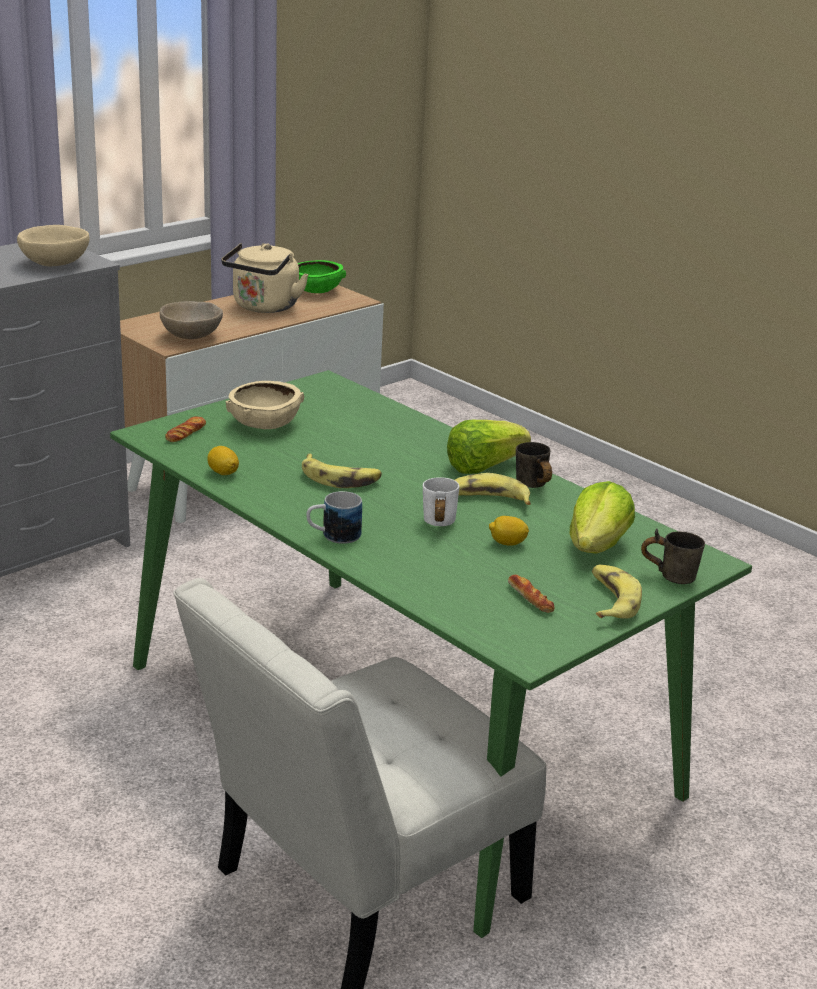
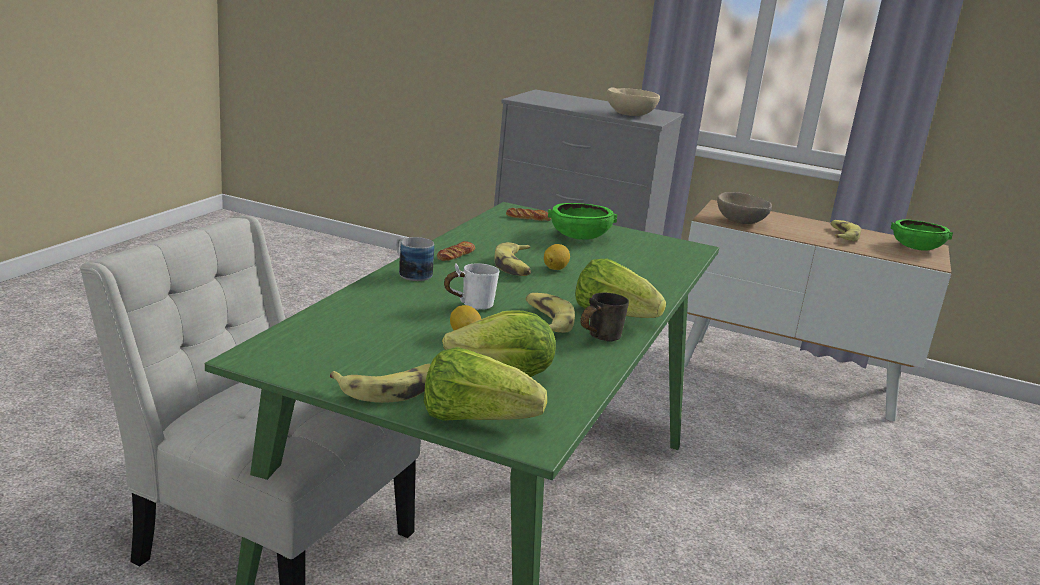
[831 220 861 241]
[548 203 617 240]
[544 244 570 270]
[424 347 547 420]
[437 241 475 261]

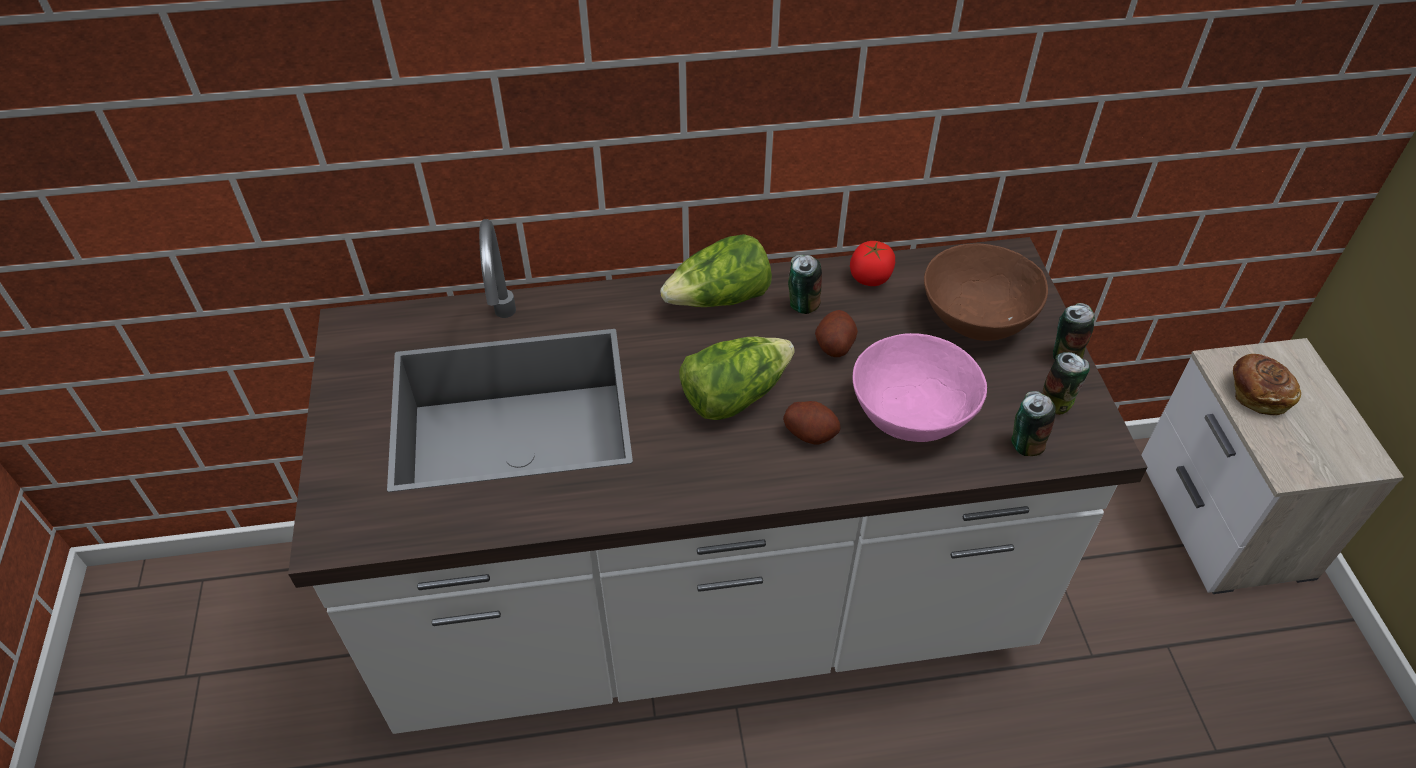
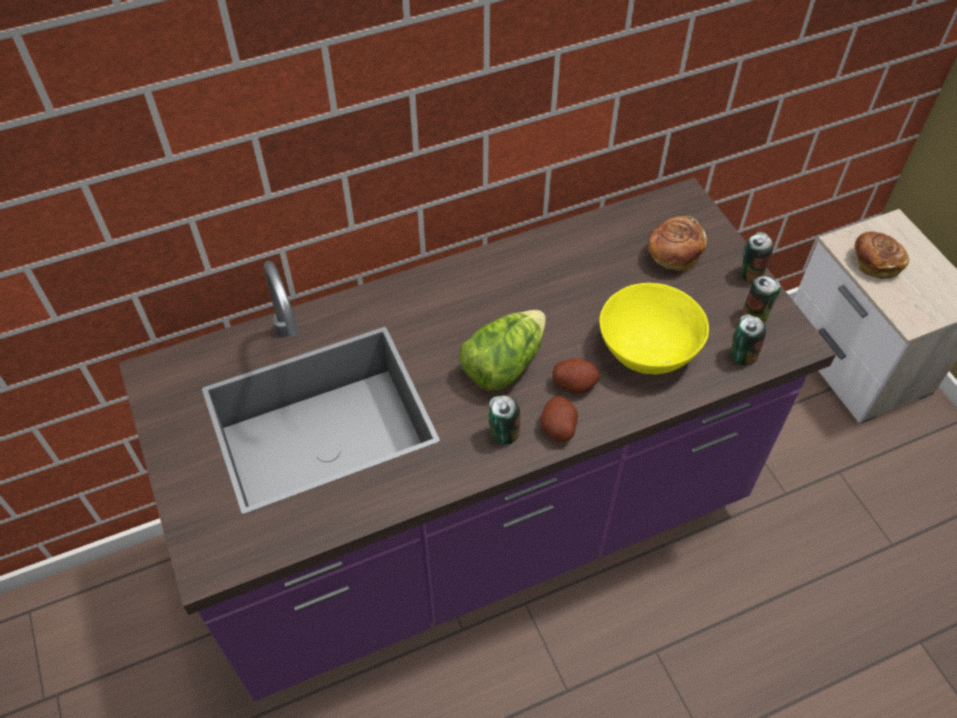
[119 178 836 701]
[660 234 772 307] (first image)
[850 241 895 286] (first image)
[648 216 707 271]
[488 395 520 445]
[540 396 578 442]
[599 283 709 374]

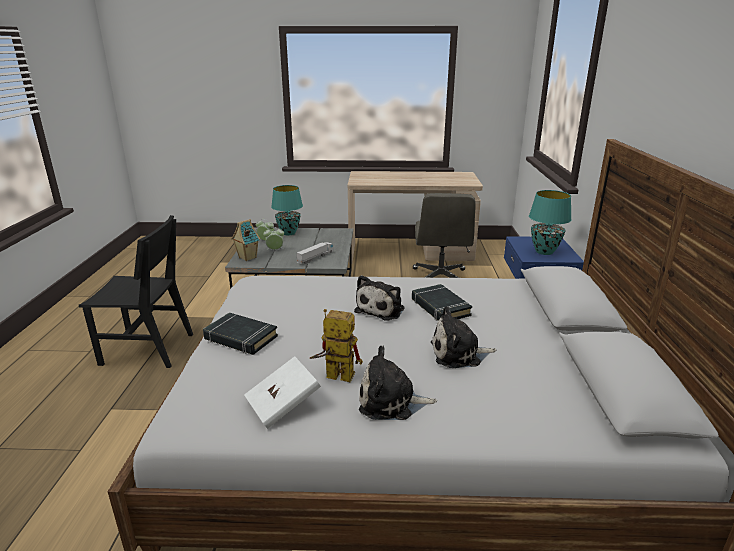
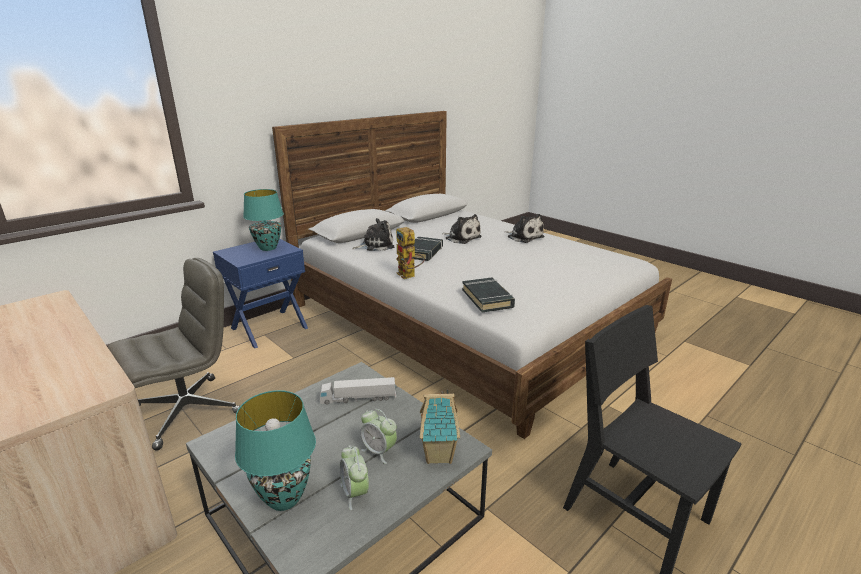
[352 218 394 251]
[396 227 425 279]
[462 278 515 313]
[244 356 321 429] (first image)

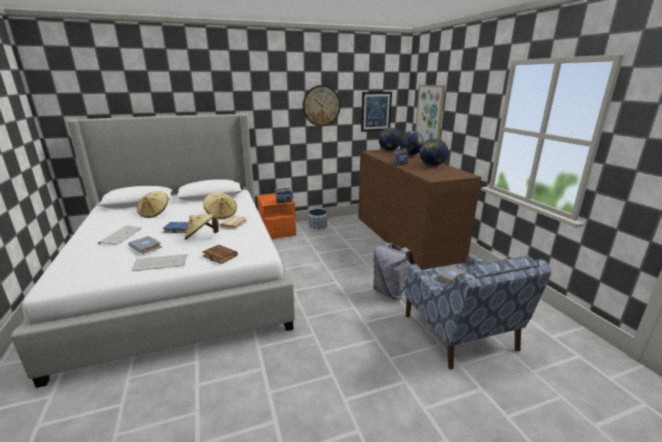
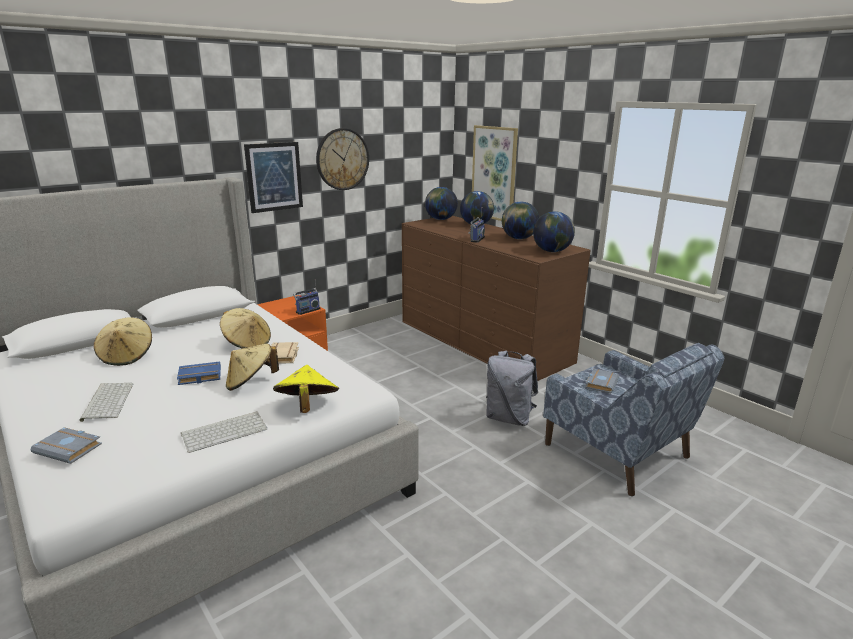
[244 142 303 213]
[308 209 327 231] (first image)
[30 427 102 464]
[273 365 339 413]
[533 211 575 252]

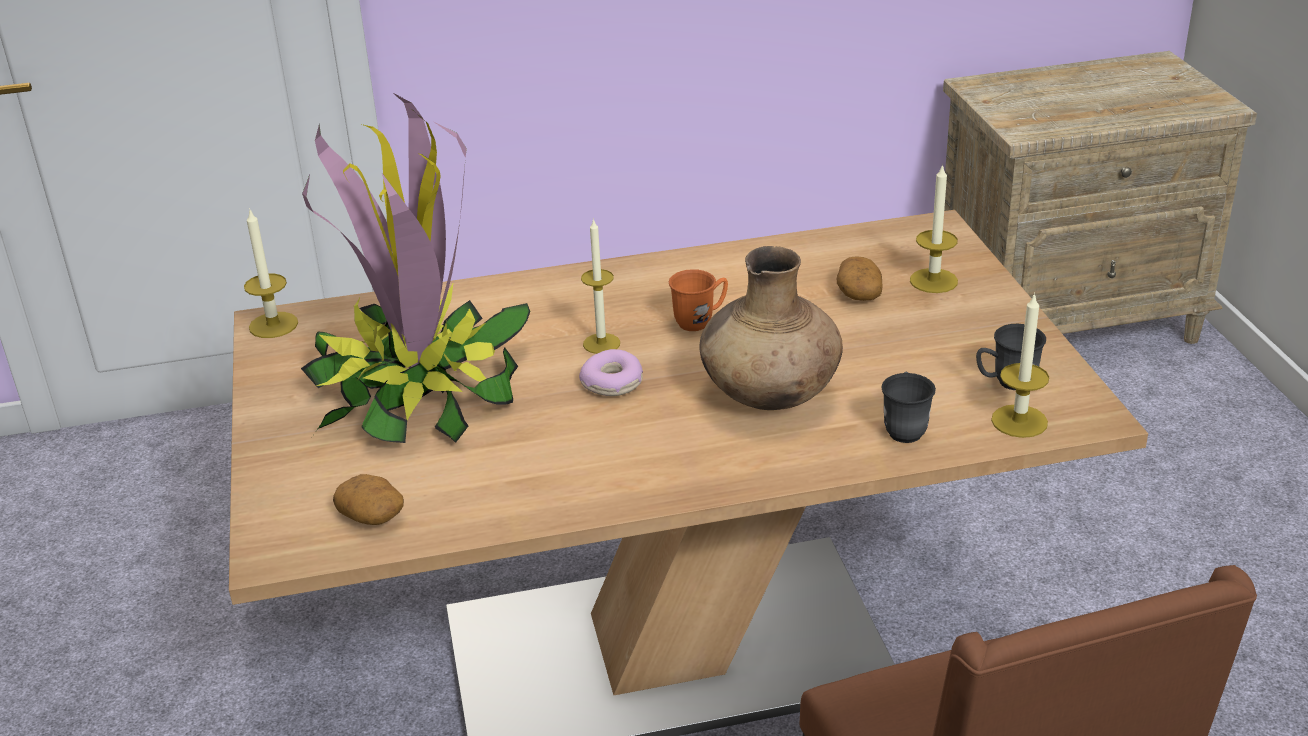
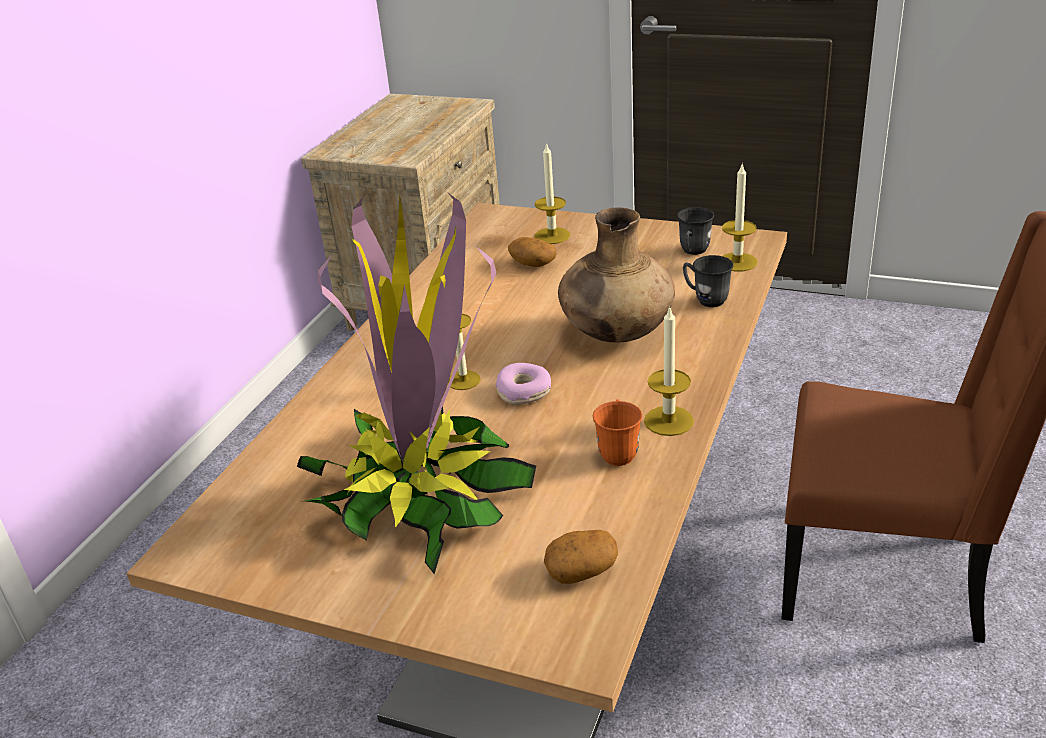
[644 306 694 436]
[593 399 642 466]

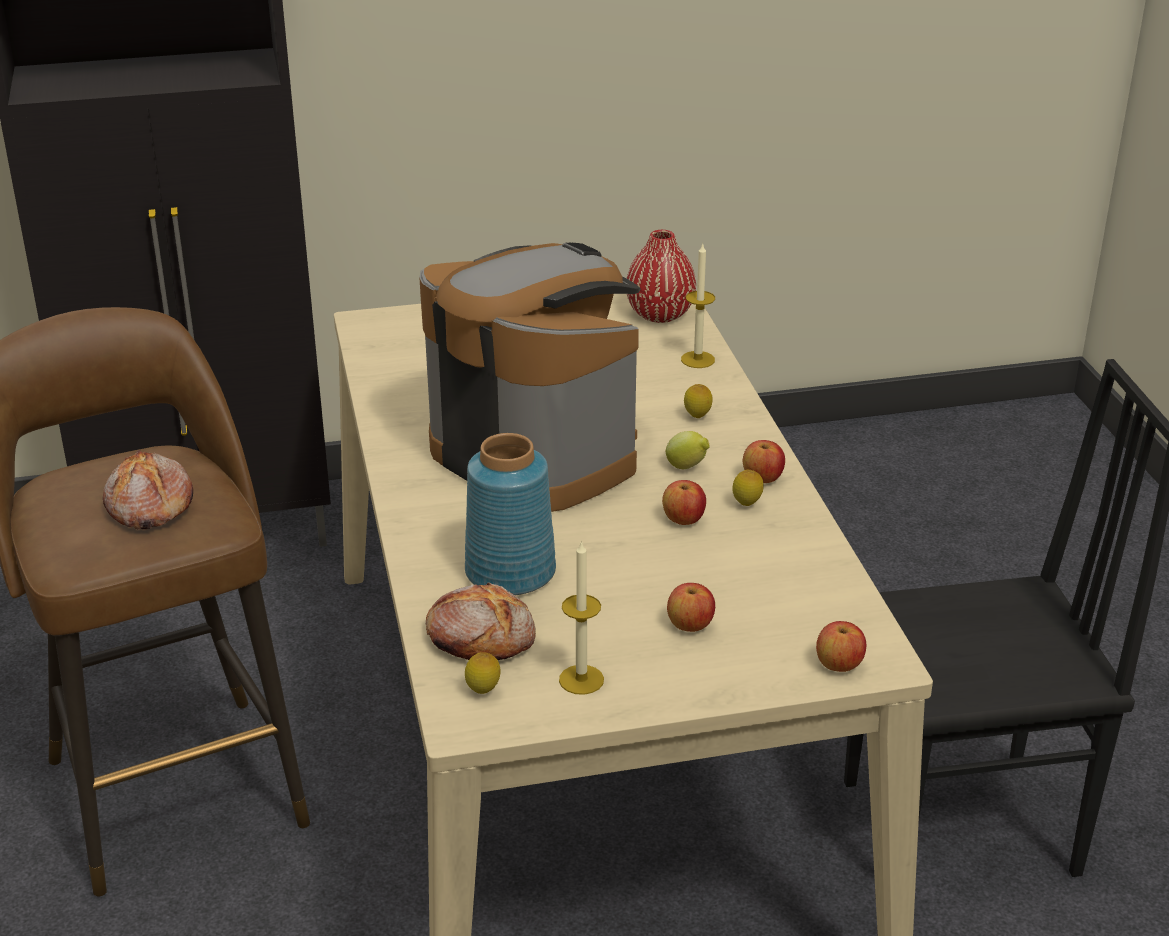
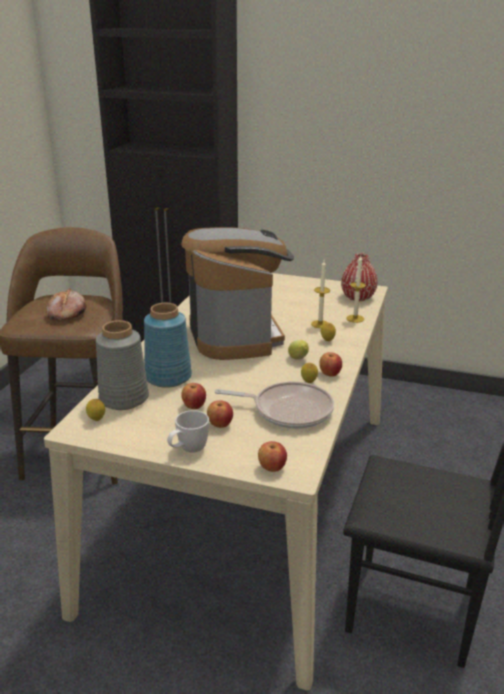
[181 383 206 409]
[311 261 330 328]
[96 320 149 410]
[215 381 334 429]
[167 410 209 453]

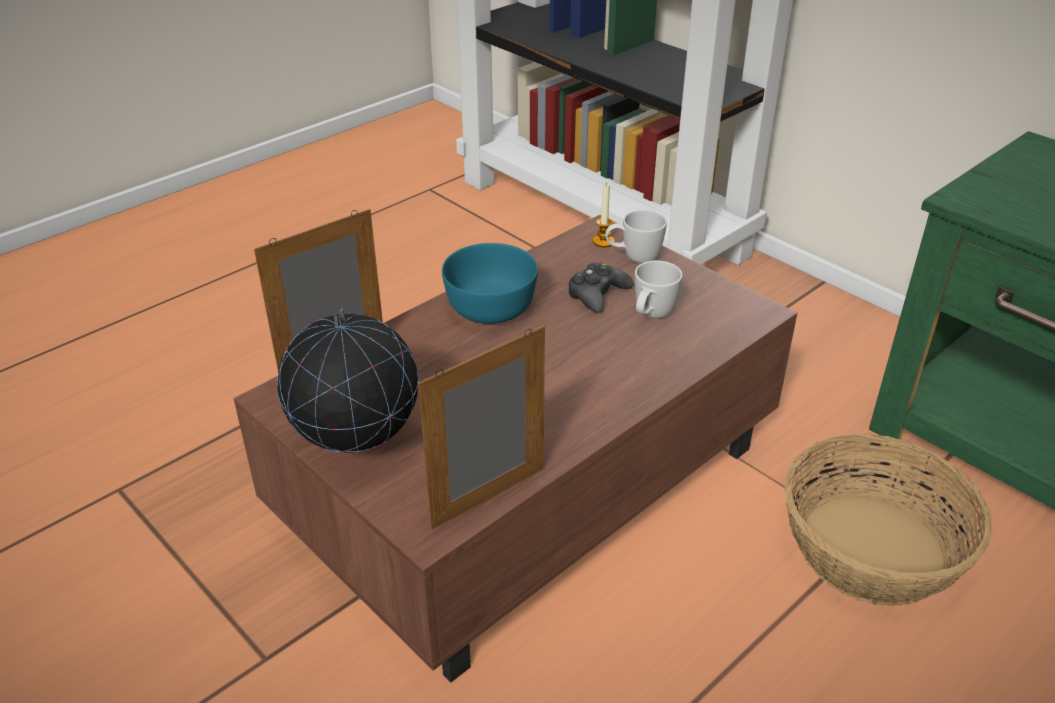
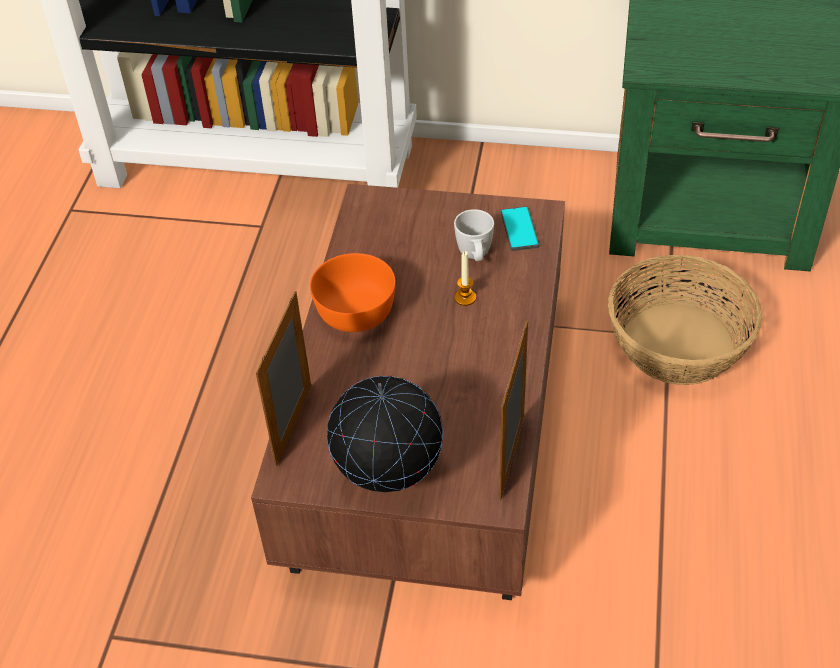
[455 251 476 306]
[605 210 667 263] (first image)
[310 253 396 332]
[568 262 633 313] (first image)
[501 206 539 251]

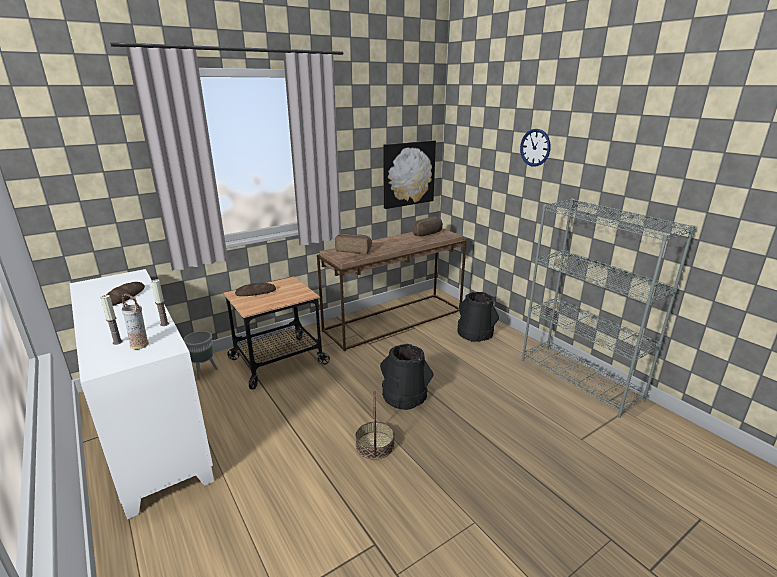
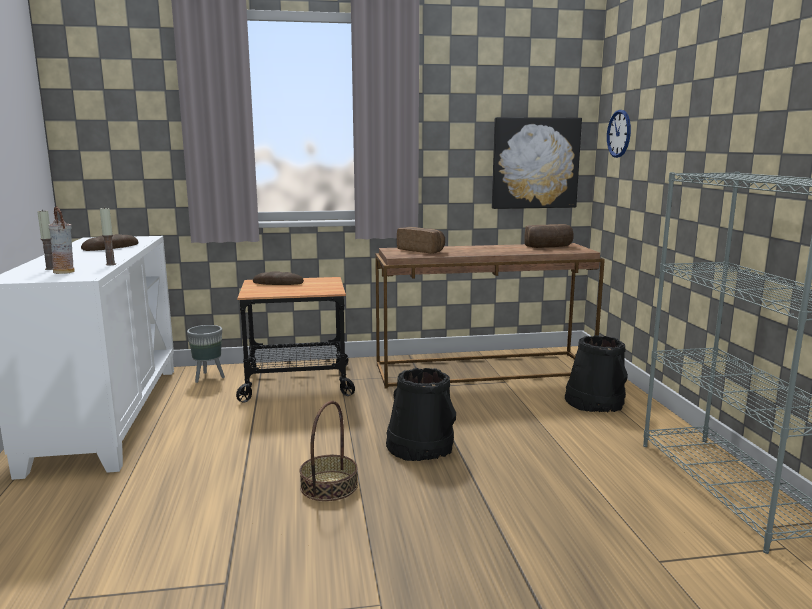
[607 110 631 158]

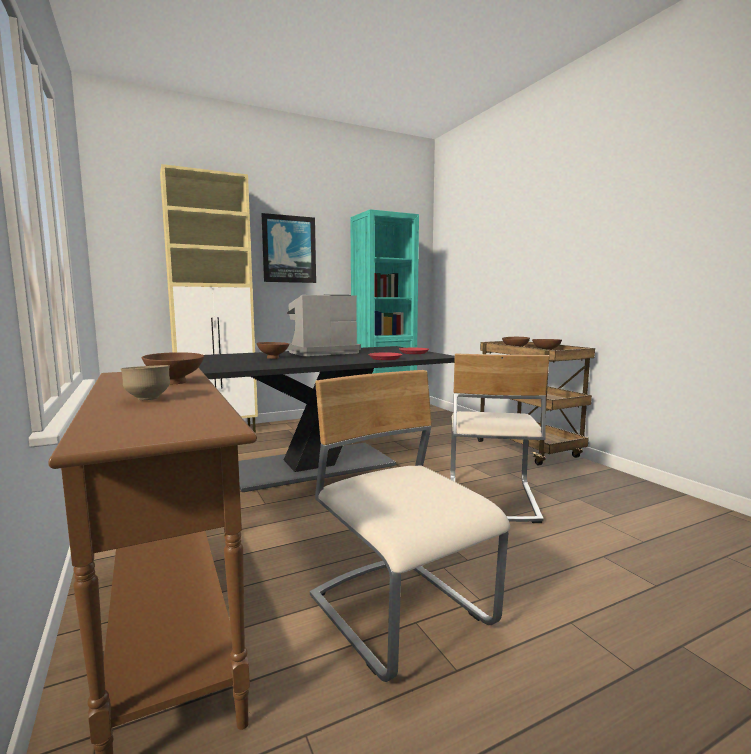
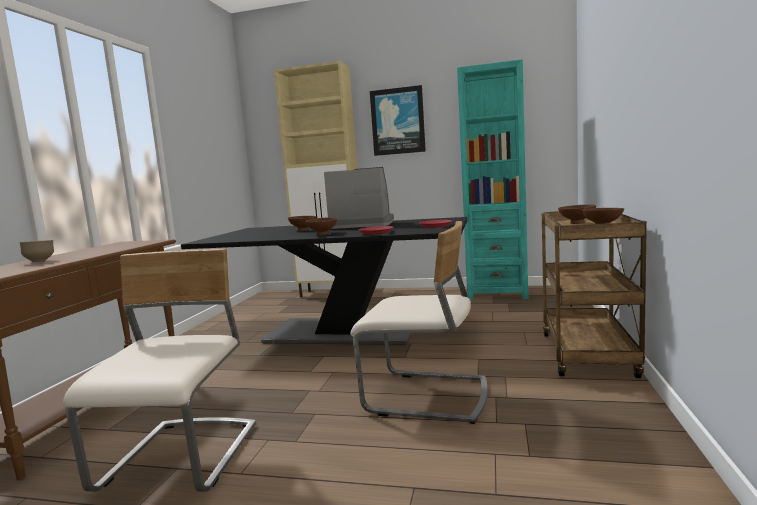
[305 217 337 235]
[350 221 488 424]

